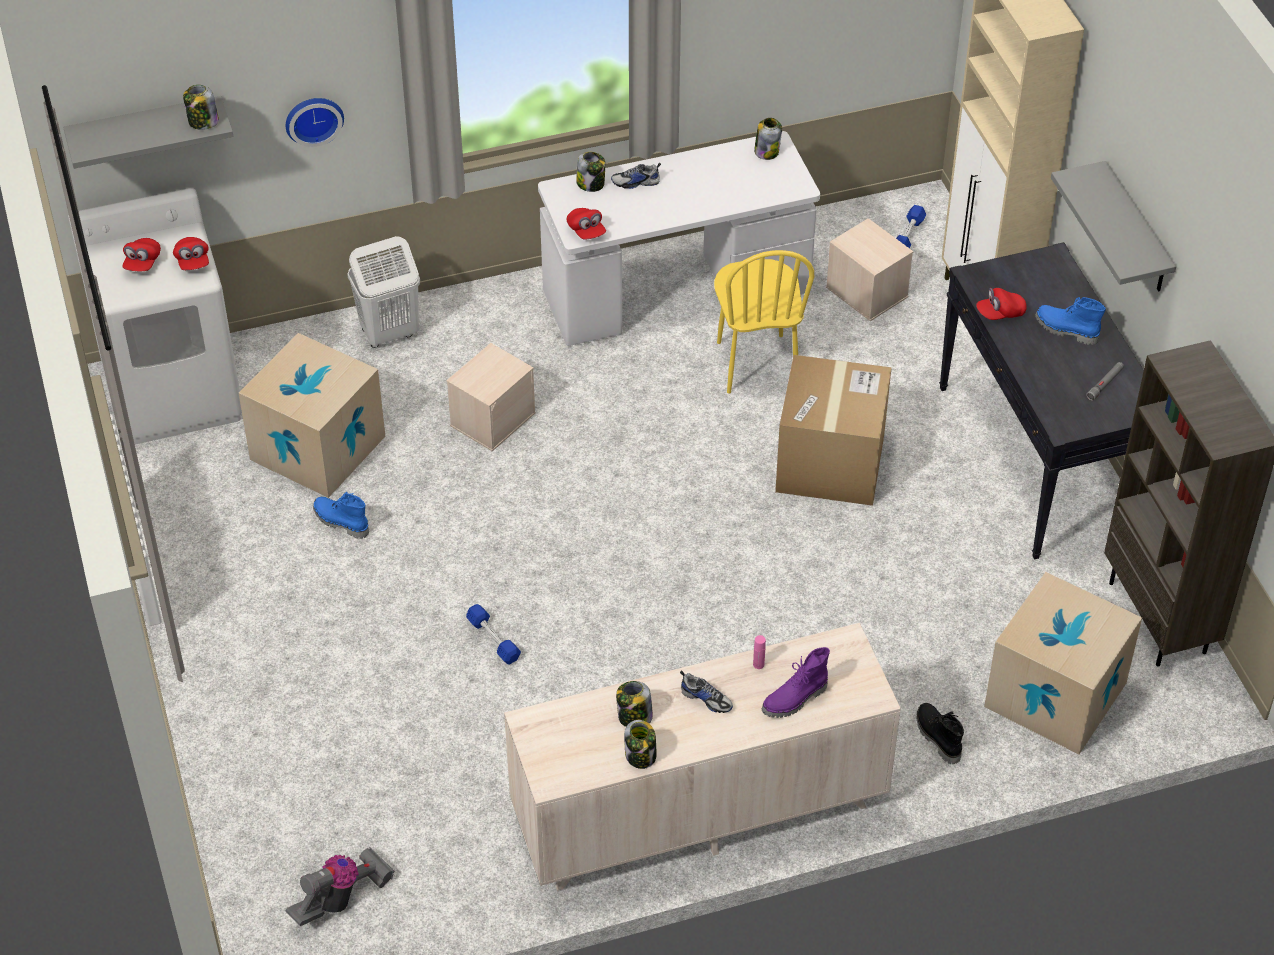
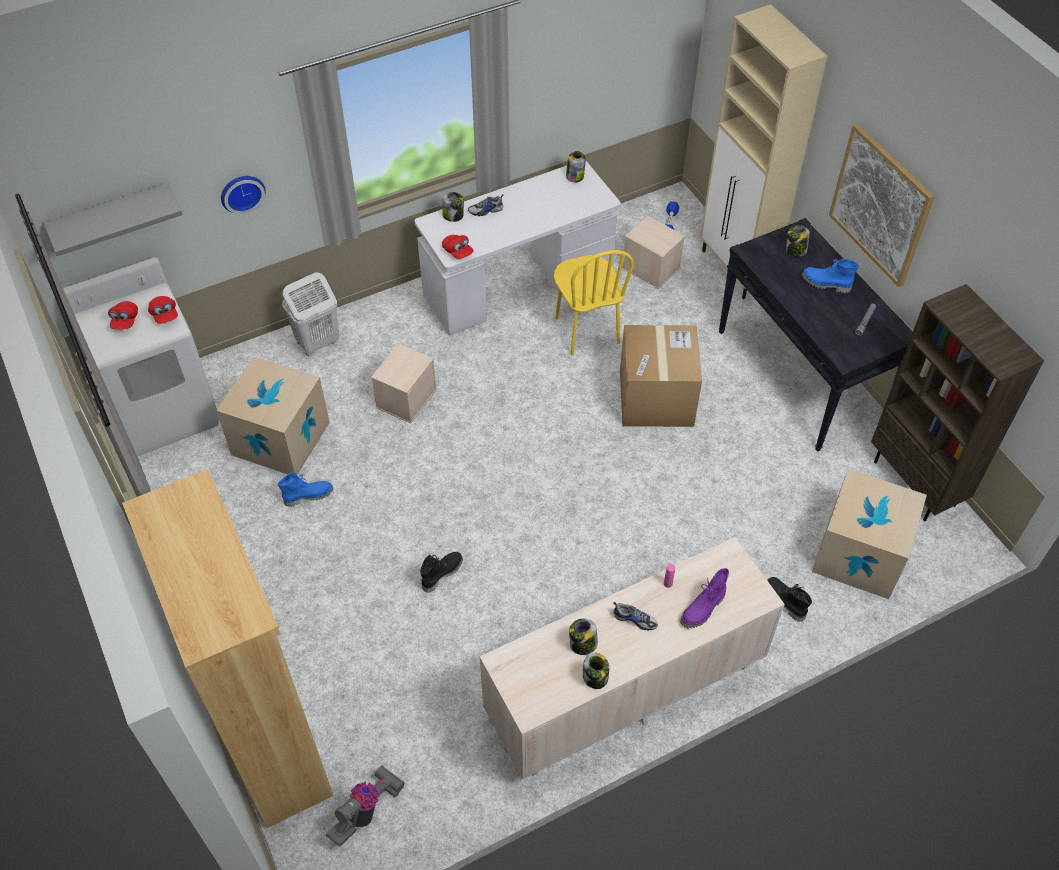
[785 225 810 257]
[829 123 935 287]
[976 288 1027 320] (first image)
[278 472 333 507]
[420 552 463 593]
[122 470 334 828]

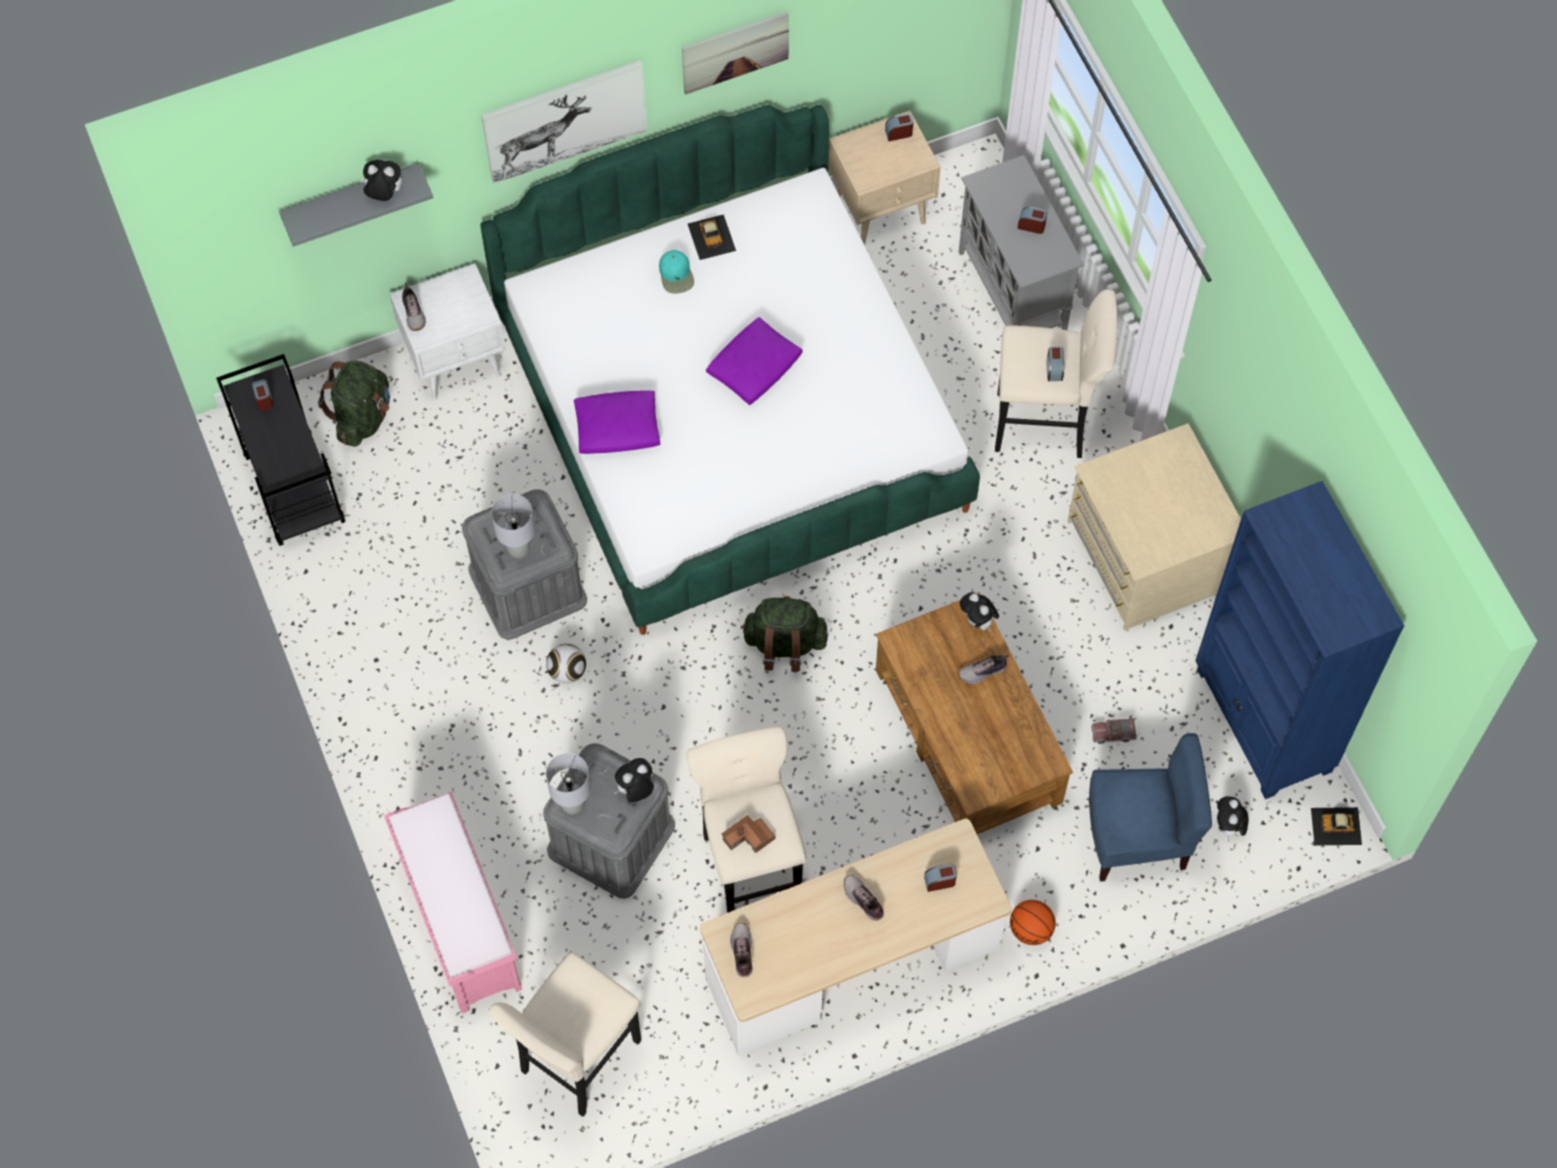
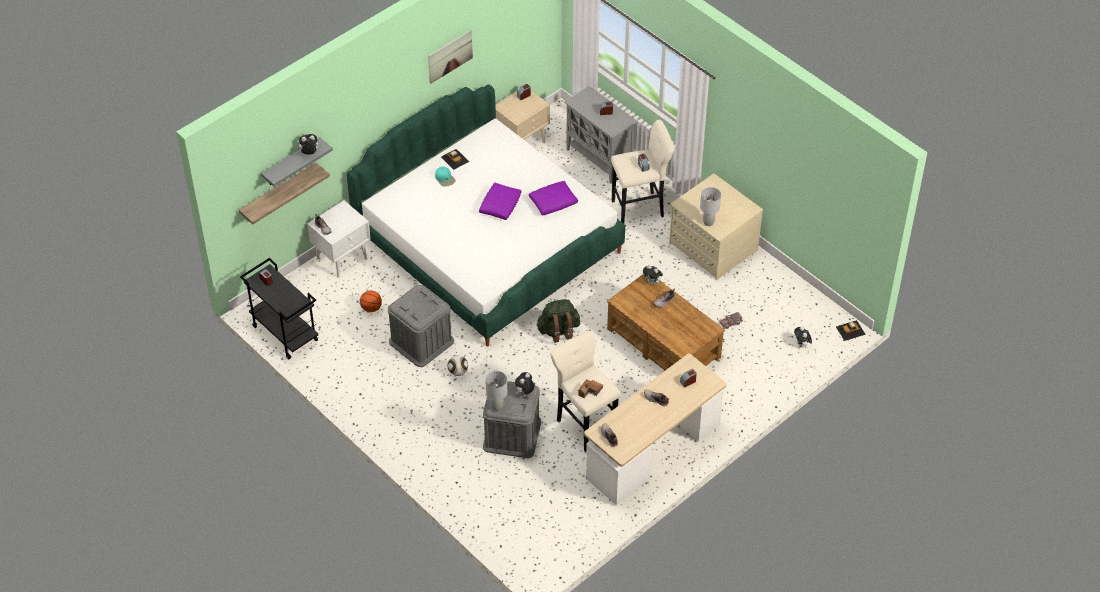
[481 60 647 184] (first image)
[318 360 390 447] (first image)
[529 181 578 215]
[1195 481 1404 799] (first image)
[700 187 721 226]
[1089 733 1212 882] (first image)
[384 792 522 1013] (first image)
[360 290 382 312]
[488 952 641 1117] (first image)
[239 163 330 225]

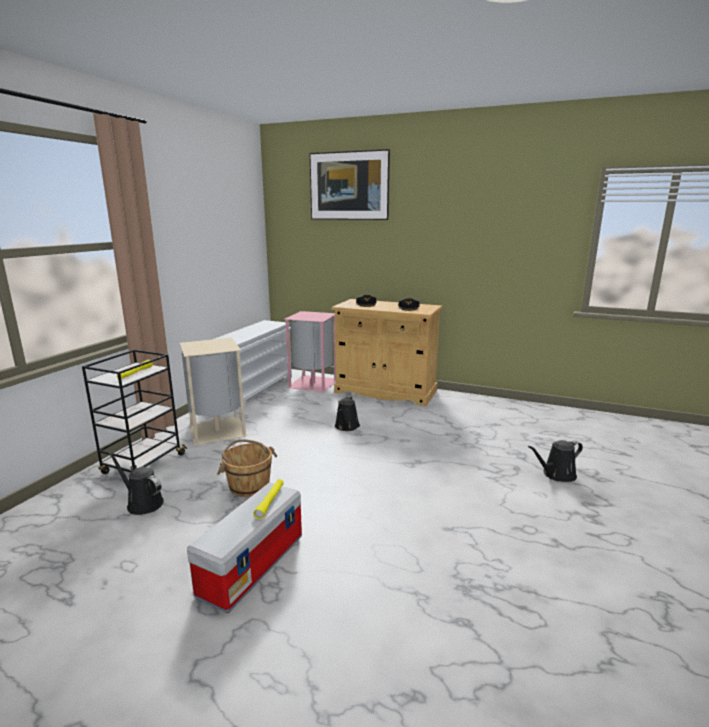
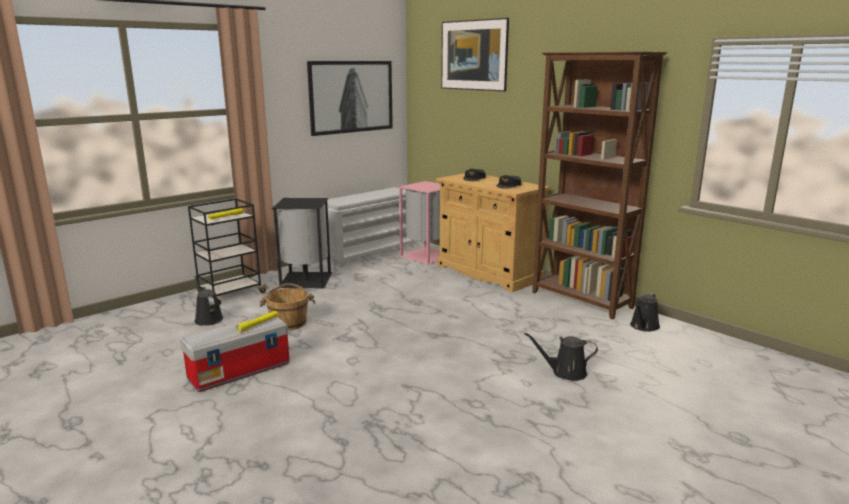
[272 198 332 288]
[630 293 660 332]
[532 52 667 320]
[307 61 393 136]

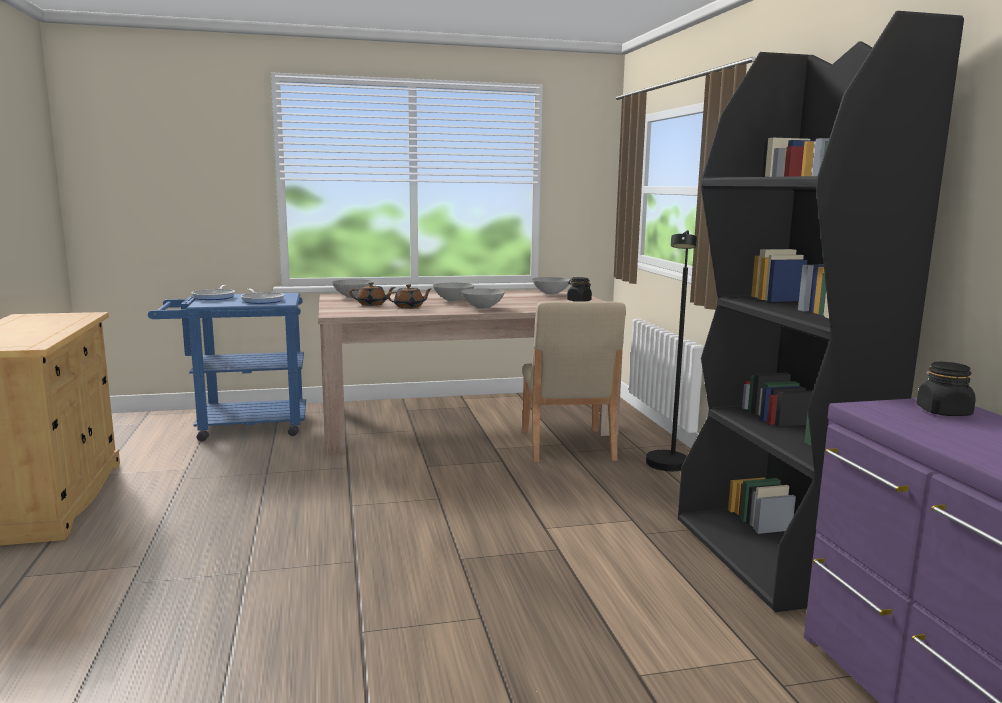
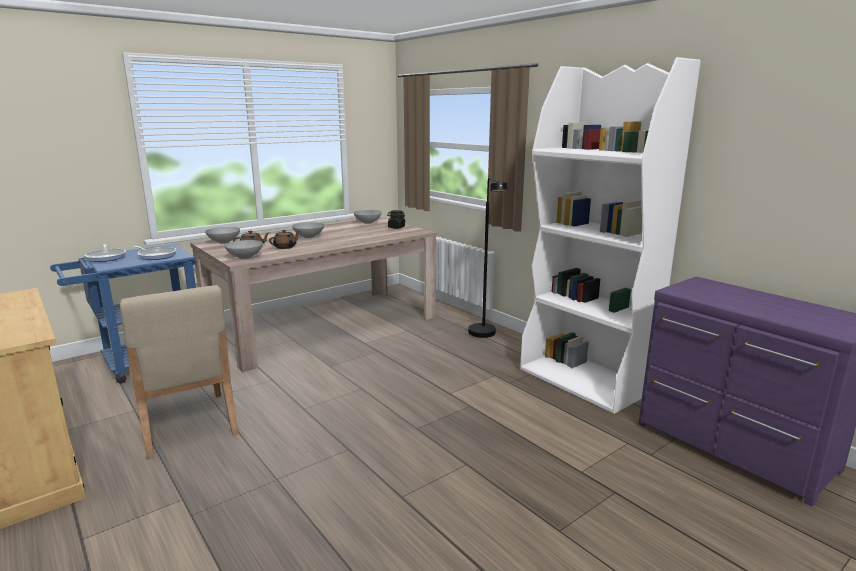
[520 57 701 414]
[224 240 263 259]
[120 285 238 459]
[916 362 976 416] (first image)

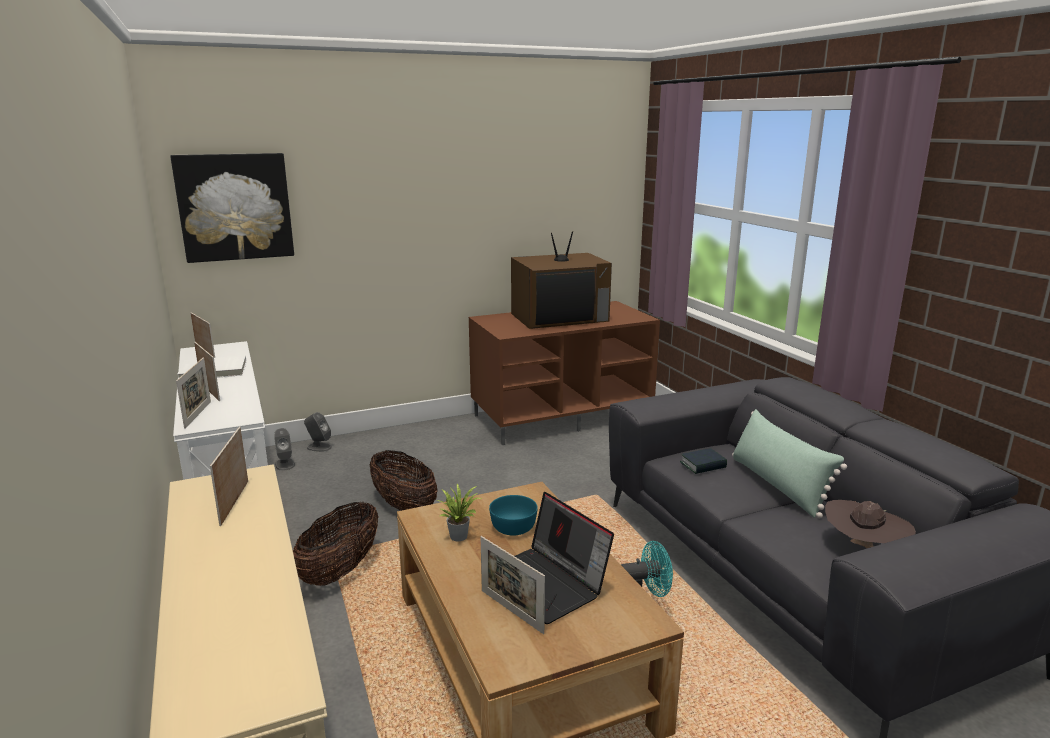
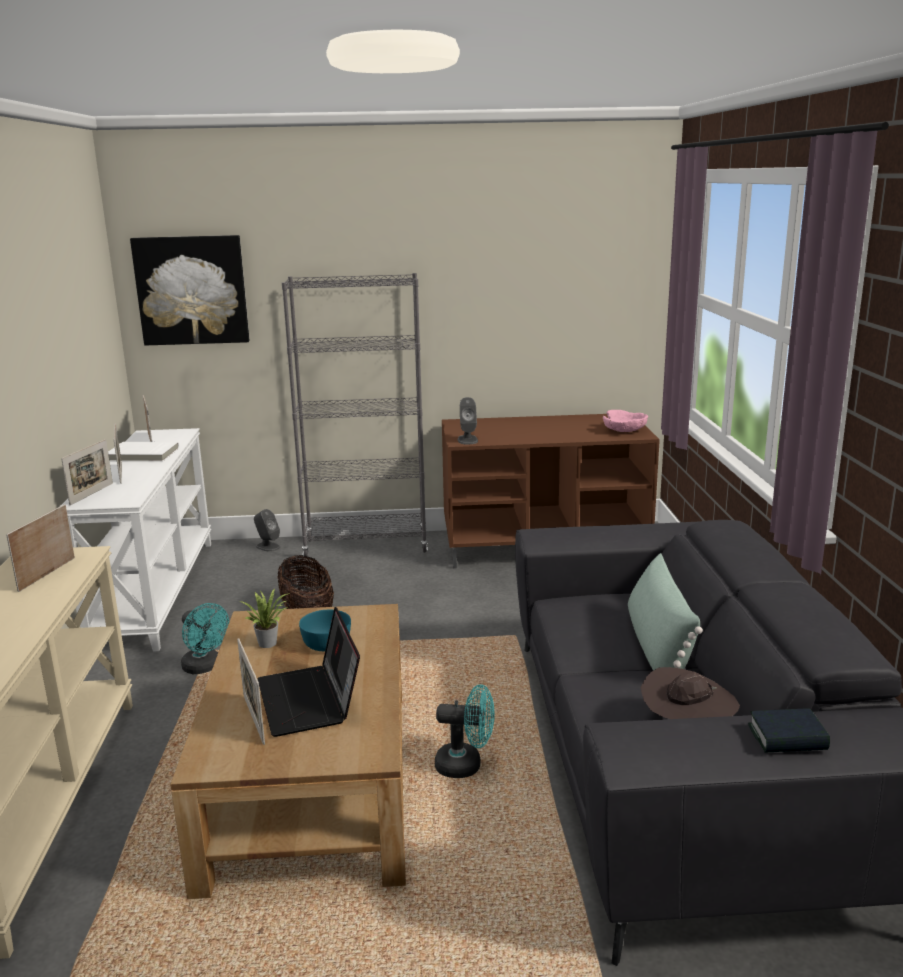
[511 231 612 329] (first image)
[458 397 478 444]
[748 709 830 752]
[181 603 229 674]
[282 273 428 556]
[603 410 648 432]

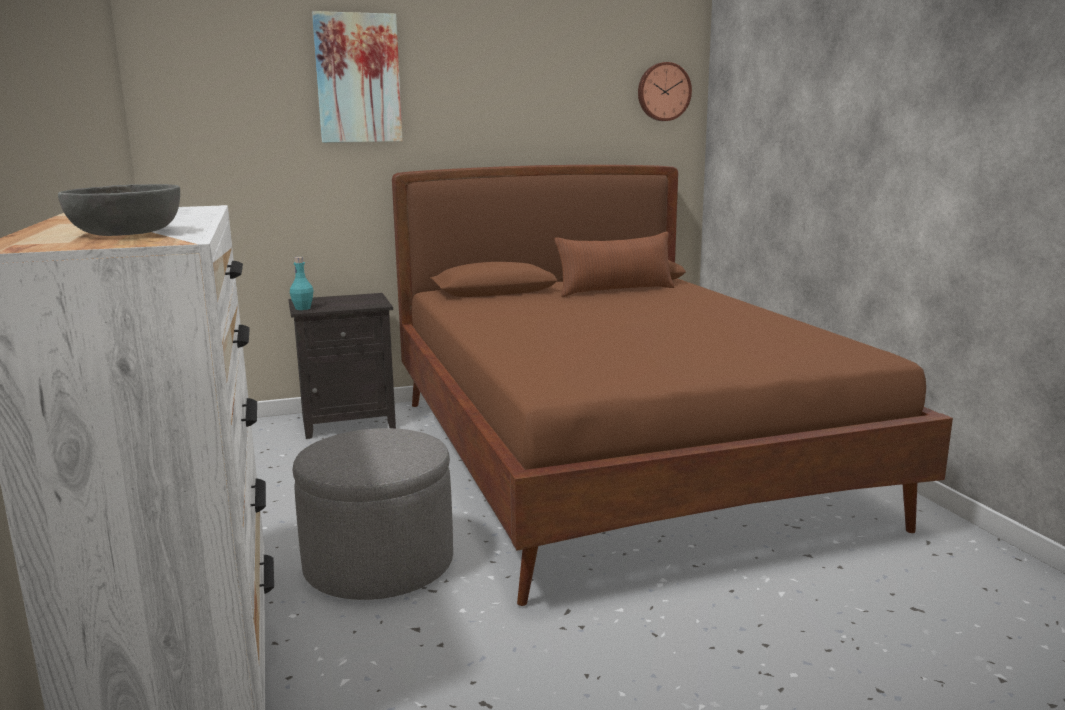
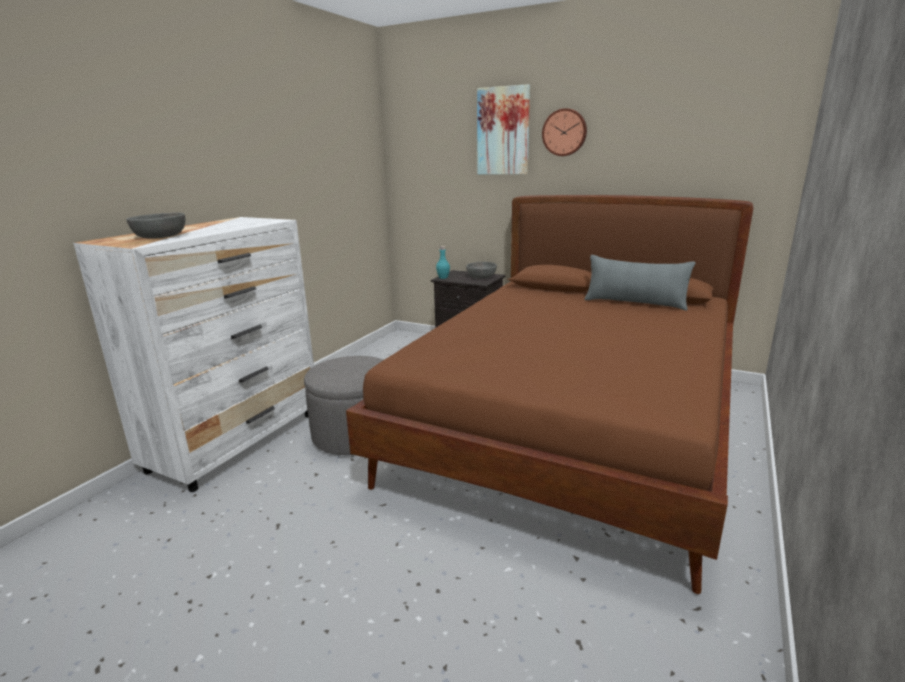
[542 108 587 156]
[584 255 696 311]
[466 262 497 279]

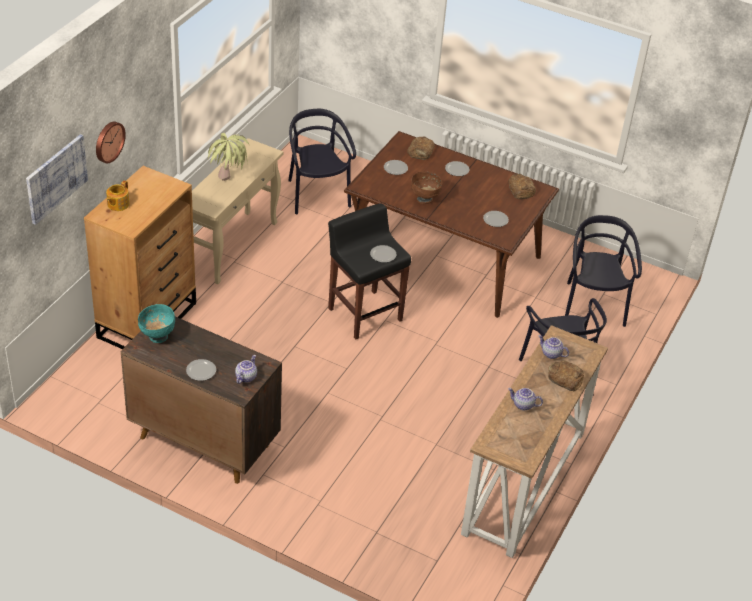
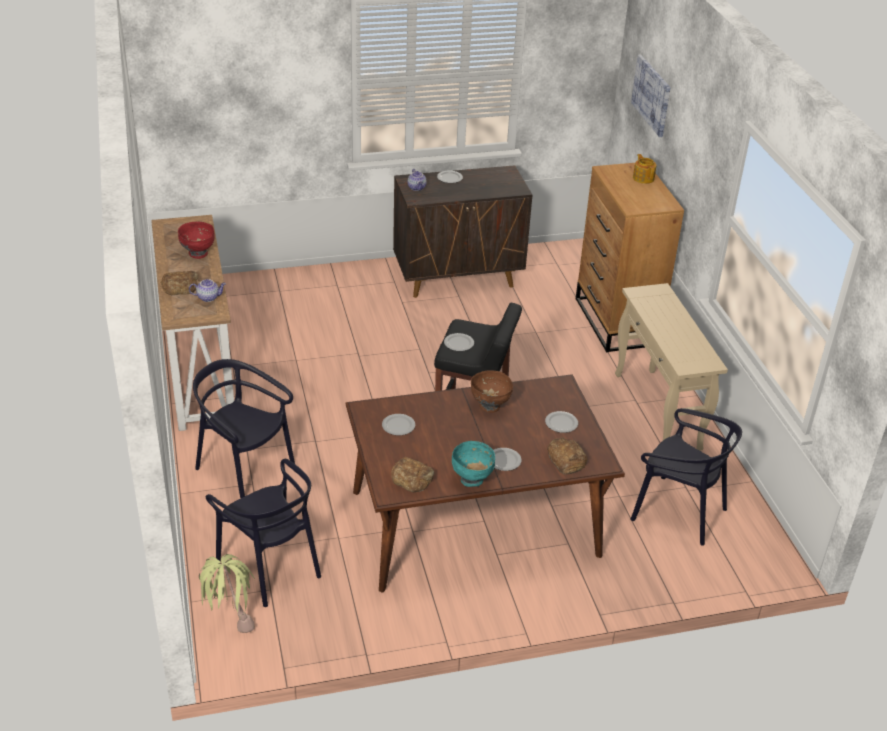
[96 122 126 163] (first image)
[199 554 255 633]
[452 441 495 487]
[178 222 215 259]

